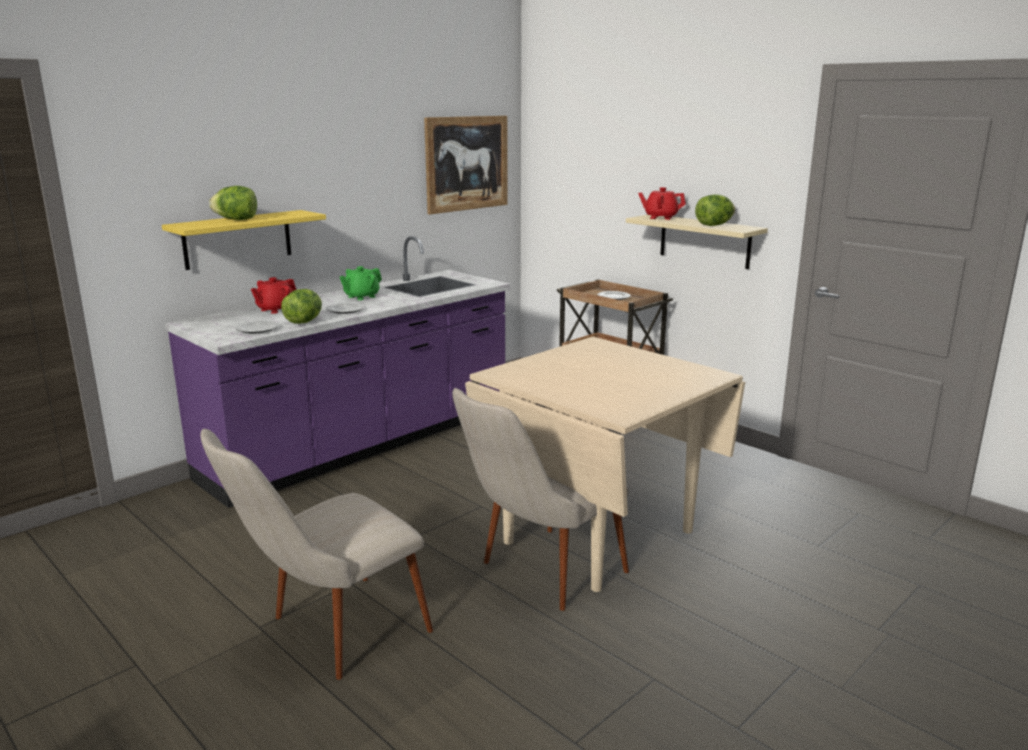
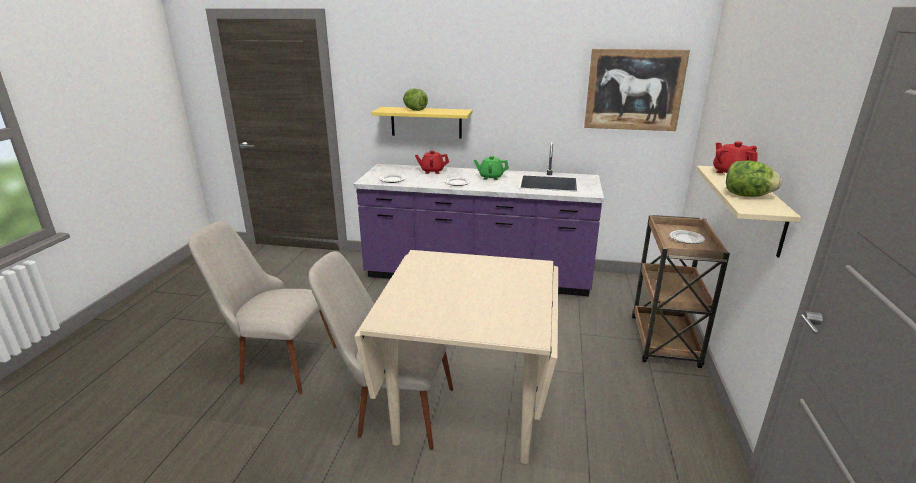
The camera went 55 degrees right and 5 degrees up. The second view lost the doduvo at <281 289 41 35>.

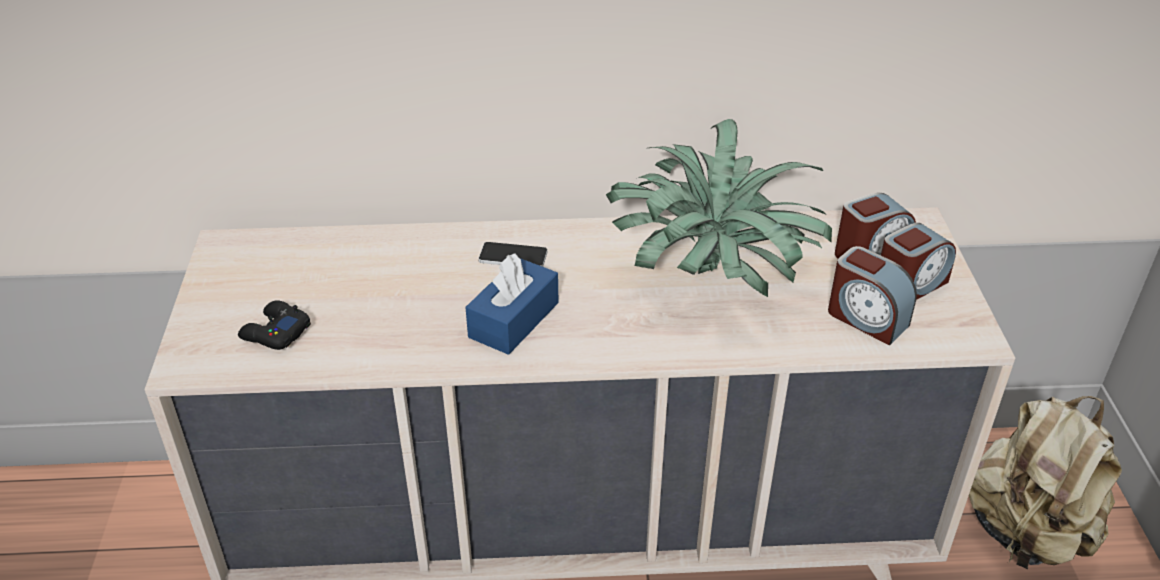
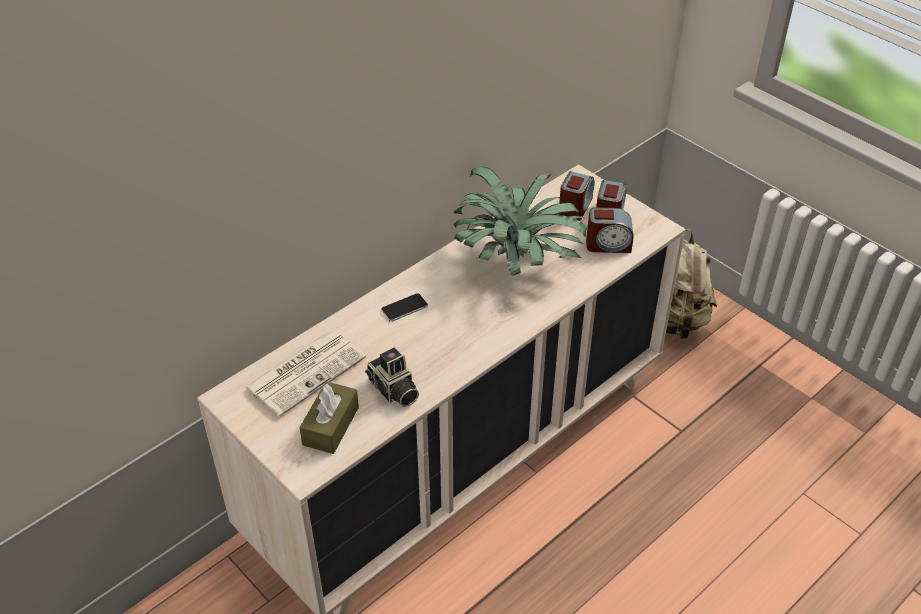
The camera went 40 degrees left and 5 degrees up. Where the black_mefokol stood at <238 300 73 50>, the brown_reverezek came to stand at <299 381 60 73>. The second view lost the blue_reverezek at <465 253 93 102>. The second view gained the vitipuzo at <244 330 122 87>. The second view gained the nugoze at <365 348 54 59>.

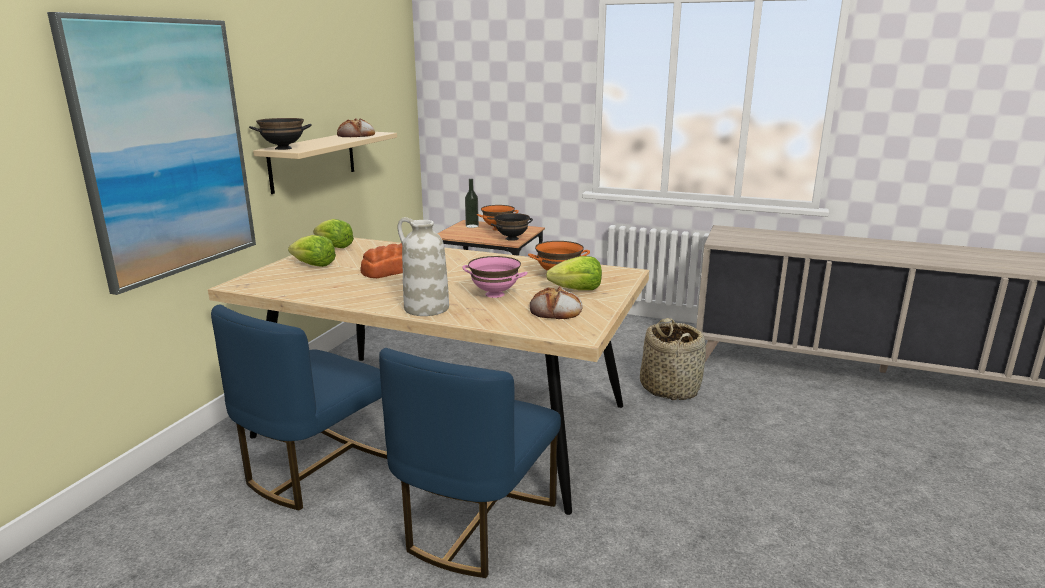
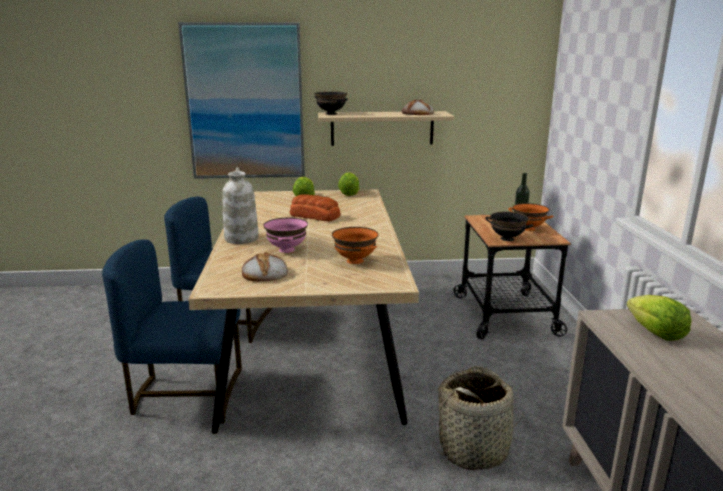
The camera went 65 degrees right and 0 degrees up. The doduvo ended up elsewhere, having gone from <546 256 56 34> to <627 295 65 46>.

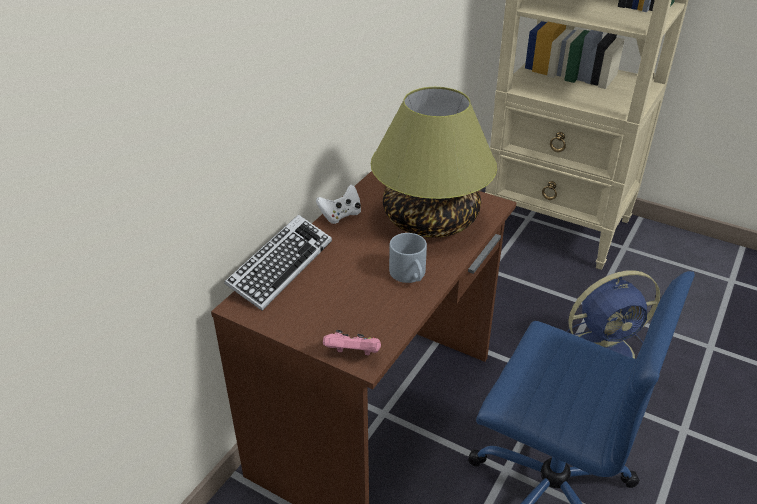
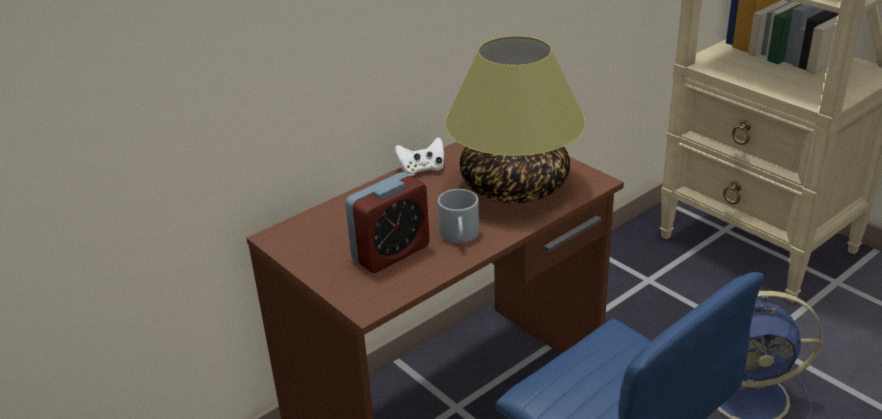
The camera went 20 degrees right and 5 degrees down. The second view lost the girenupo at <224 214 108 97>. The second view lost the pink_mefokol at <323 330 58 26>. The second view gained the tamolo at <345 172 85 101>.

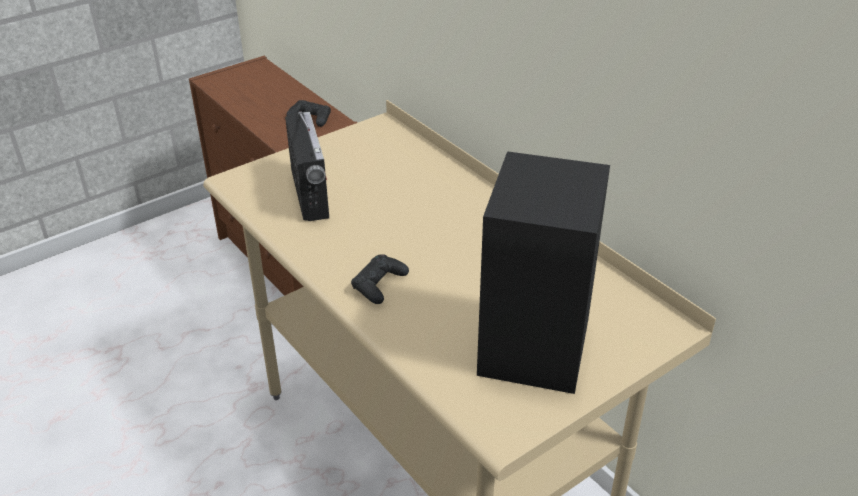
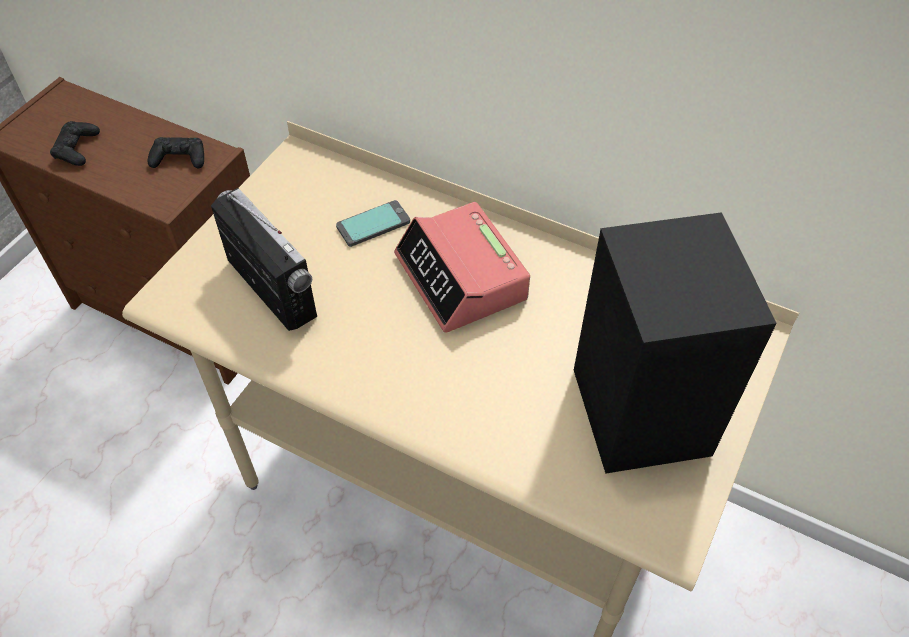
The camera went 25 degrees left and 15 degrees up. The black_mefokol ended up elsewhere, having gone from <351 254 58 50> to <50 121 50 45>. The second view gained the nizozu at <336 200 74 47>. The second view gained the tamolo at <394 202 136 131>.

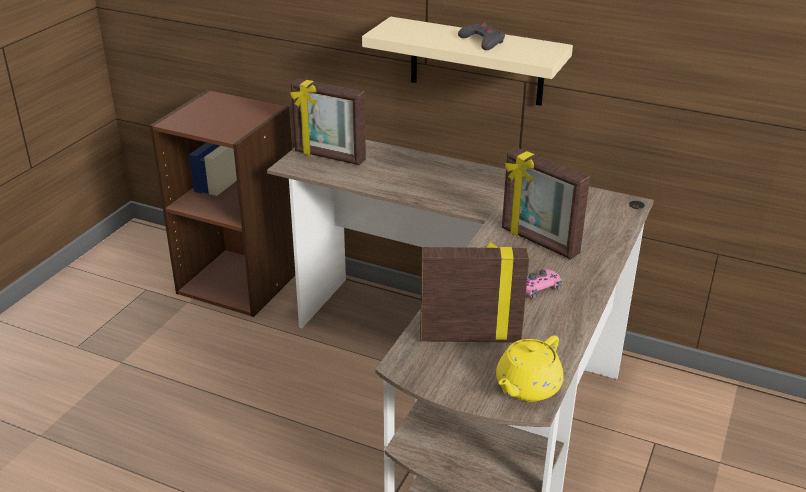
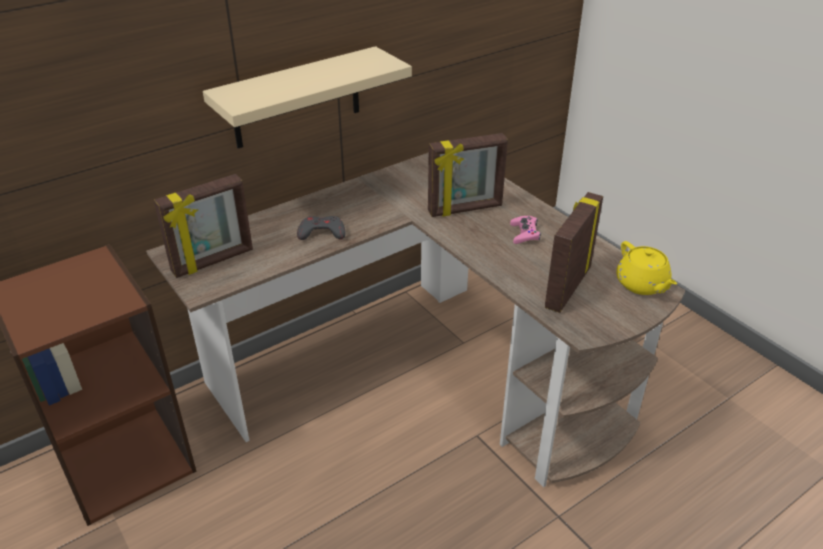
The camera went 60 degrees left and 5 degrees up. The grey_mefokol ended up elsewhere, having gone from <458 22 47 28> to <297 216 49 24>.

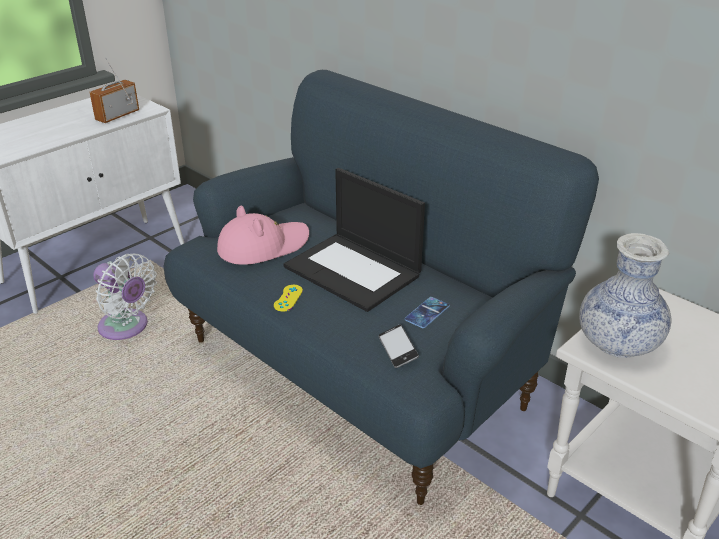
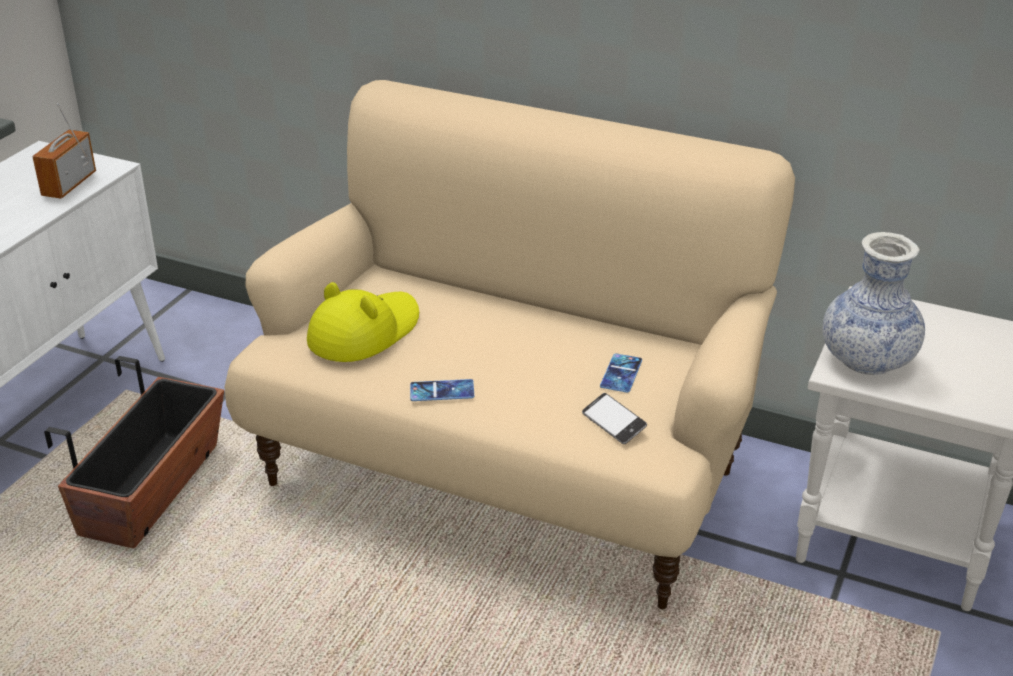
The camera went 20 degrees left and 0 degrees up. Where the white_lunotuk stood at <93 254 64 86>, the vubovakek came to stand at <44 356 180 193>. What was the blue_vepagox at <163 70 436 435> turned into the beige_vepagox at <225 80 570 529>. What was the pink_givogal at <217 206 92 59> turned into the yellow_givogal at <307 282 112 80>. Where the yellow_mefokol stood at <274 285 29 27>, the nizozu came to stand at <410 379 64 22>. The second view lost the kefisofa at <283 168 142 144>.

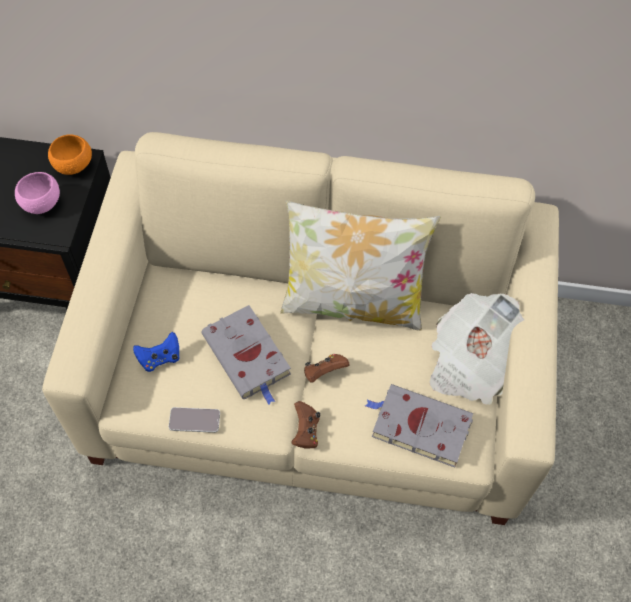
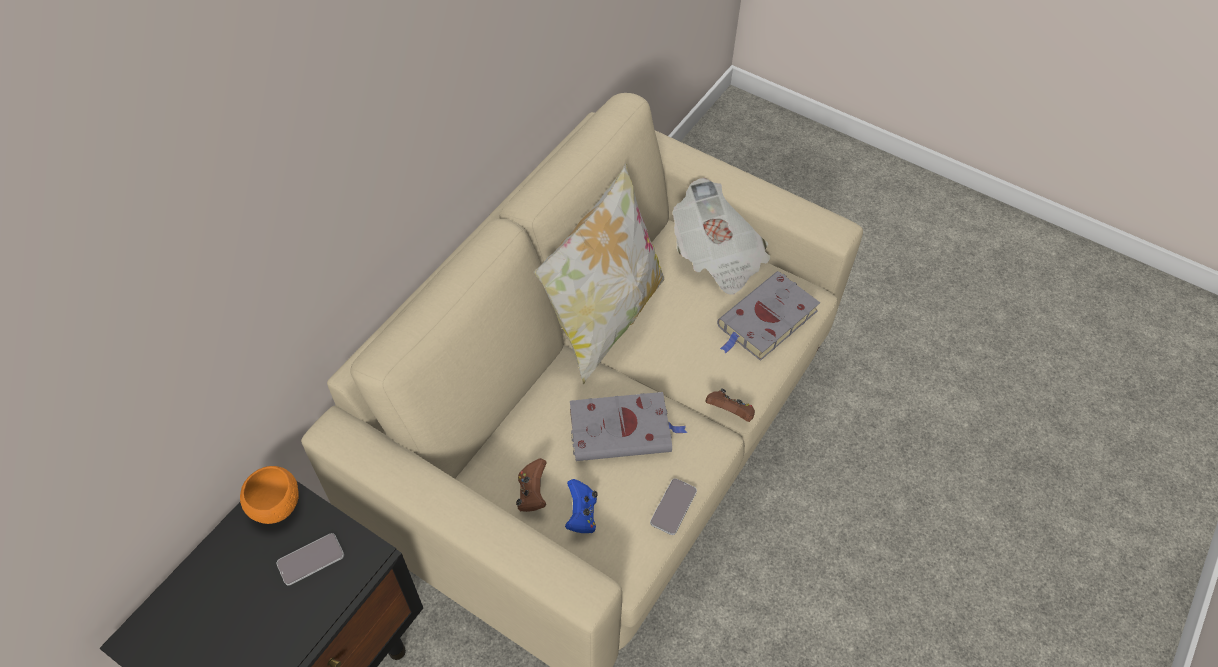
The camera went 65 degrees left and 5 degrees down. Where the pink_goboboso stood at <15 172 45 42>, the nizozu came to stand at <277 533 67 53>. The brown_mefokol ended up elsewhere, having gone from <304 354 45 28> to <516 458 31 54>.

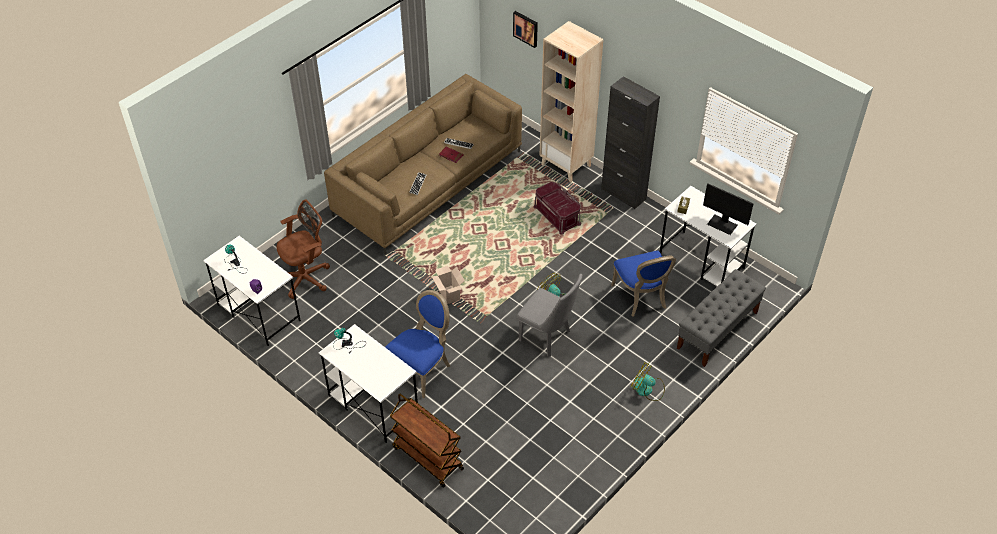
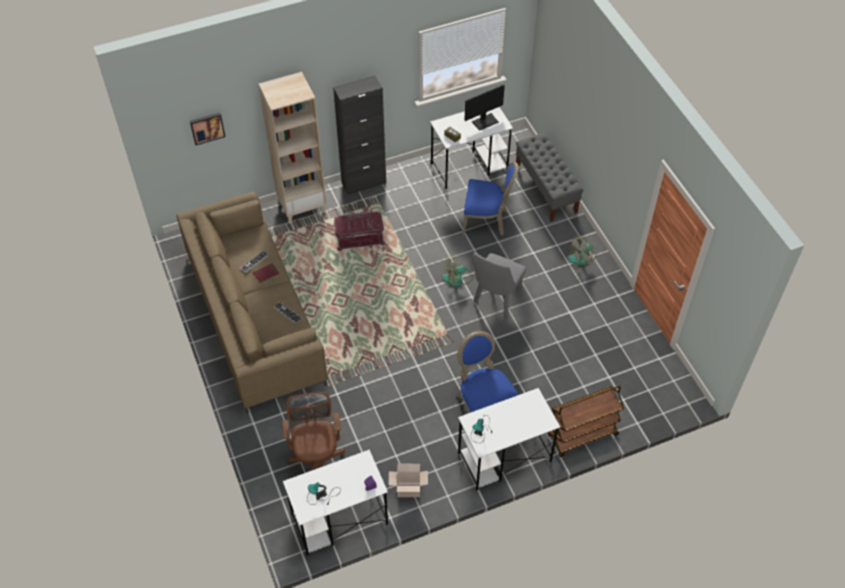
The camera went 65 degrees left and 5 degrees up. The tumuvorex ended up elsewhere, having gone from <431 266 34 38> to <389 464 39 33>. The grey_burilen at <517 274 66 83> ended up facing another way, 150 degrees clockwise from before.

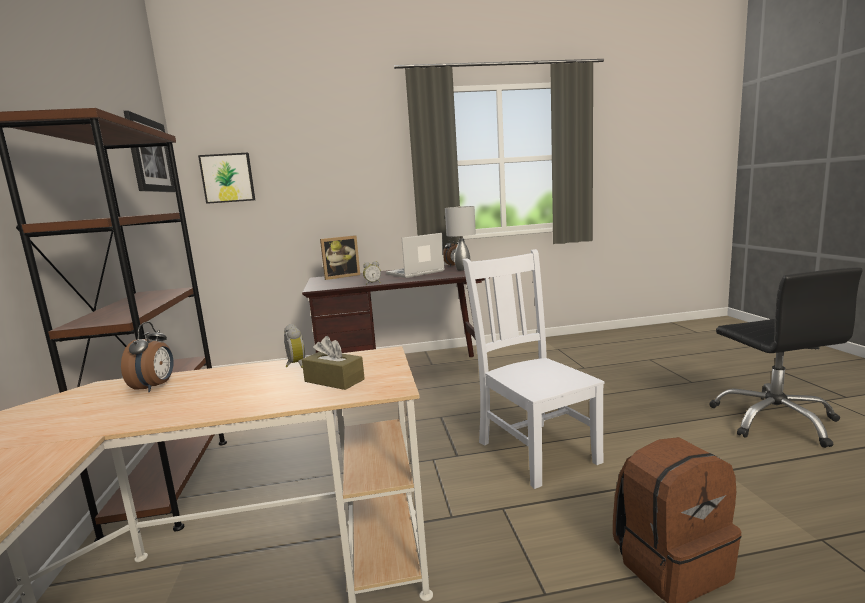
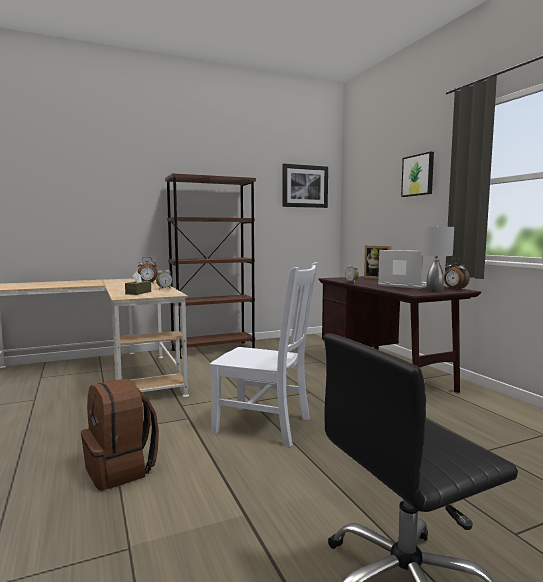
The camera went 75 degrees right and 5 degrees down. The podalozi ended up elsewhere, having gone from <198 153 57 51> to <401 152 33 45>. The white_burilen at <463 249 141 240> ended up facing another way, 60 degrees clockwise from before.

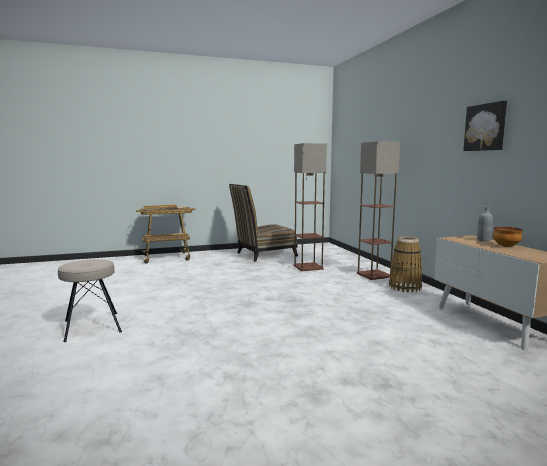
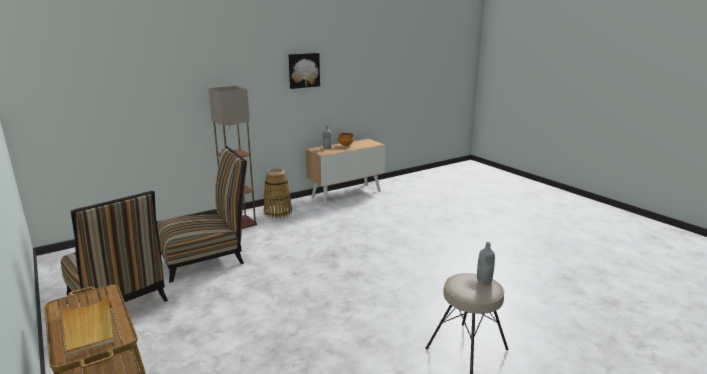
The camera went 105 degrees left and 10 degrees up. Where the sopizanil stood at <294 143 33 128>, the burilen came to stand at <157 146 90 137>. The second view gained the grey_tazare at <477 242 18 42>.

